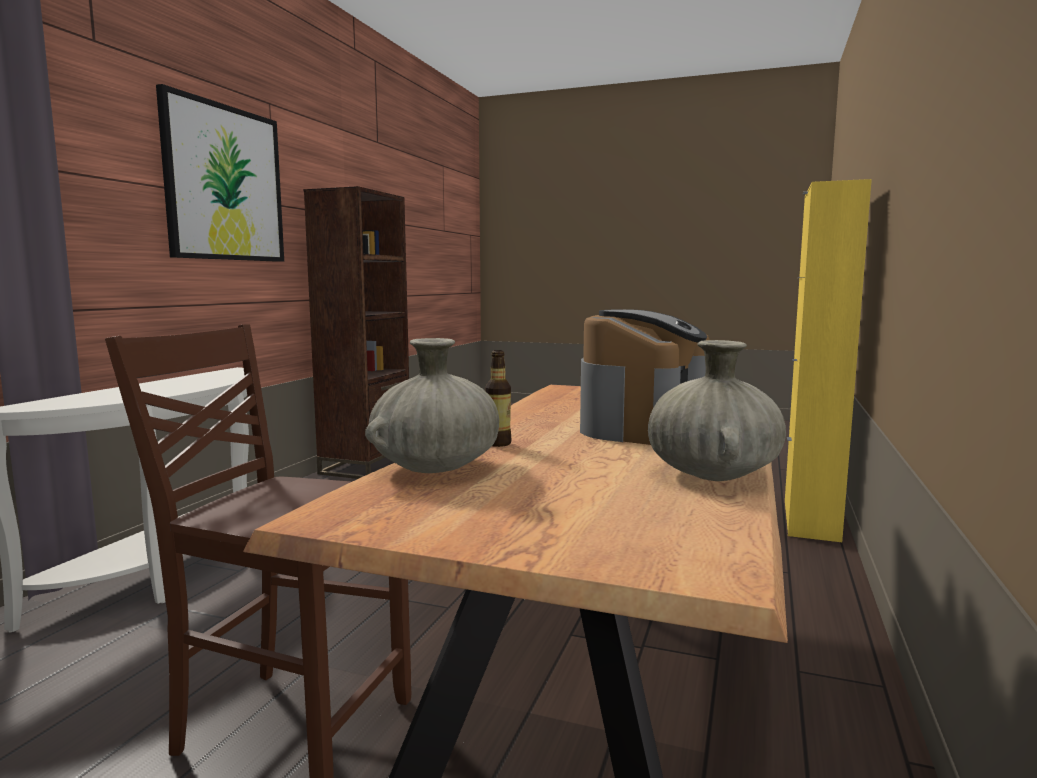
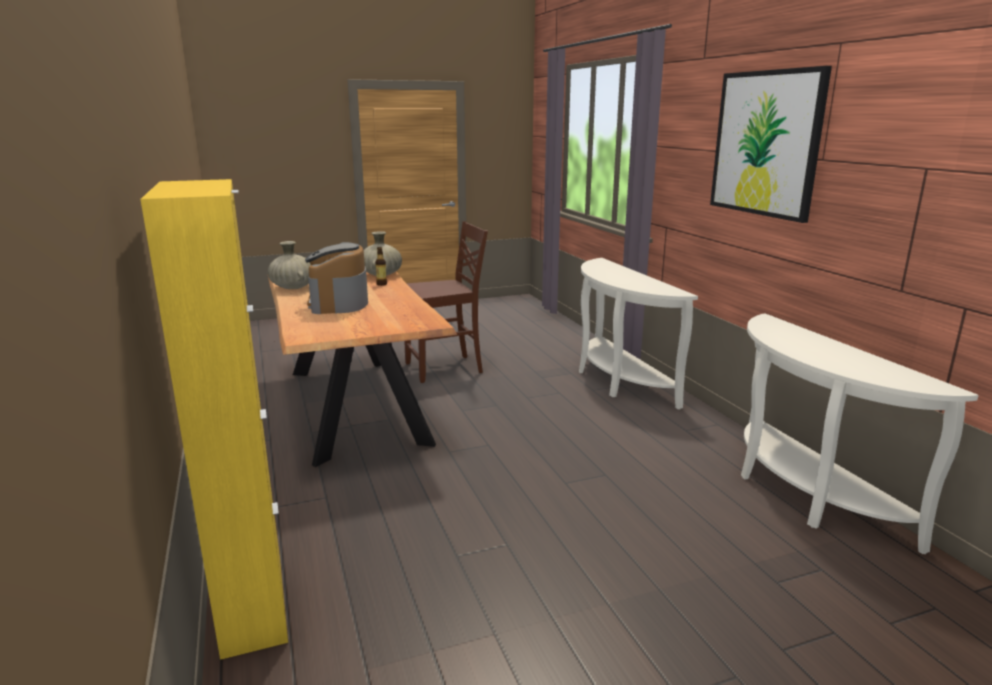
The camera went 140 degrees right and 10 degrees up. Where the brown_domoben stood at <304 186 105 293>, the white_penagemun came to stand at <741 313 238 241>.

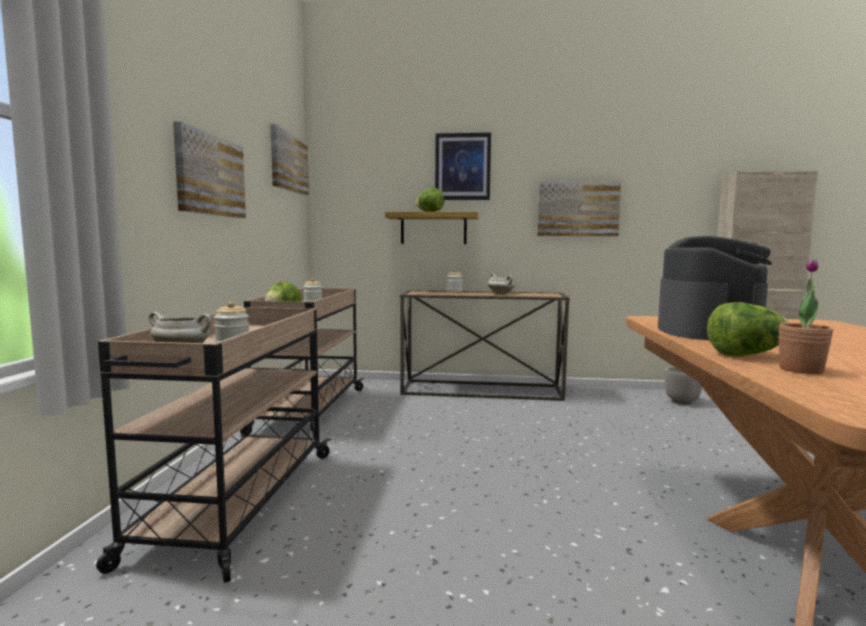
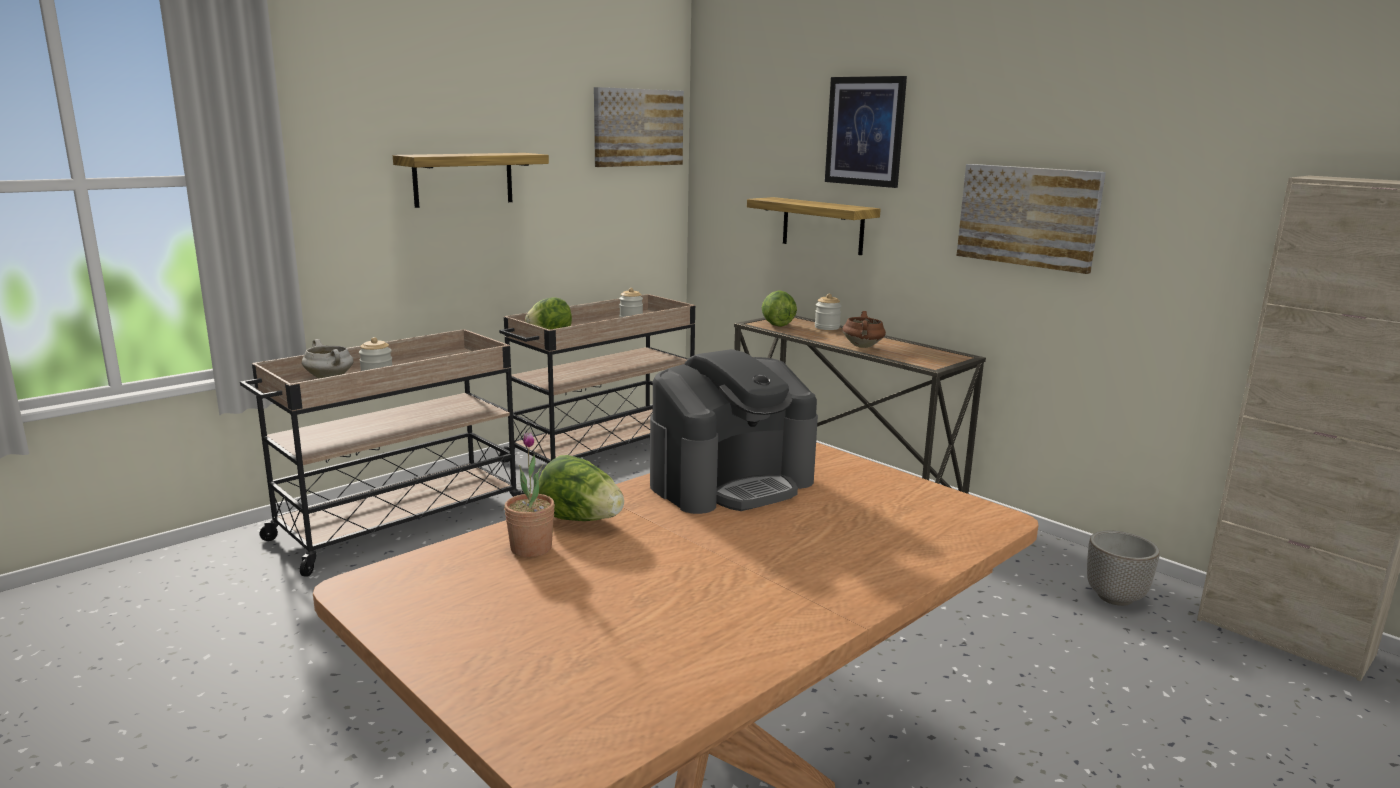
The camera went 40 degrees right and 10 degrees up. Where the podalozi hung at <173 121 73 97>, the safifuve came to hang at <393 153 156 55>. The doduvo ended up elsewhere, having gone from <416 187 28 25> to <762 290 35 37>. What was the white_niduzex at <488 274 27 21> turned into the brown_niduzex at <842 311 44 37>.

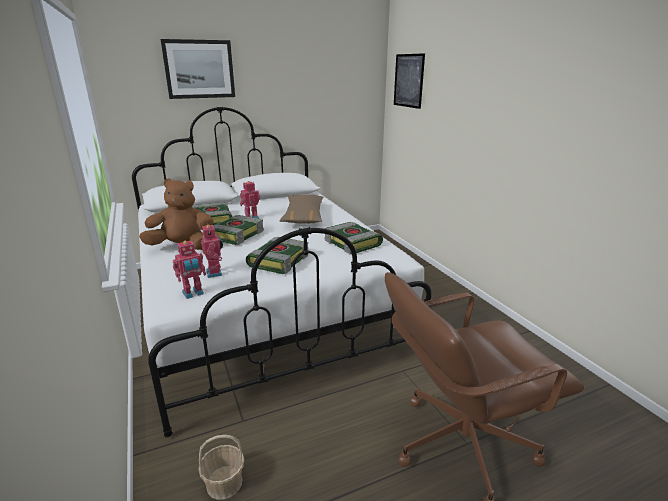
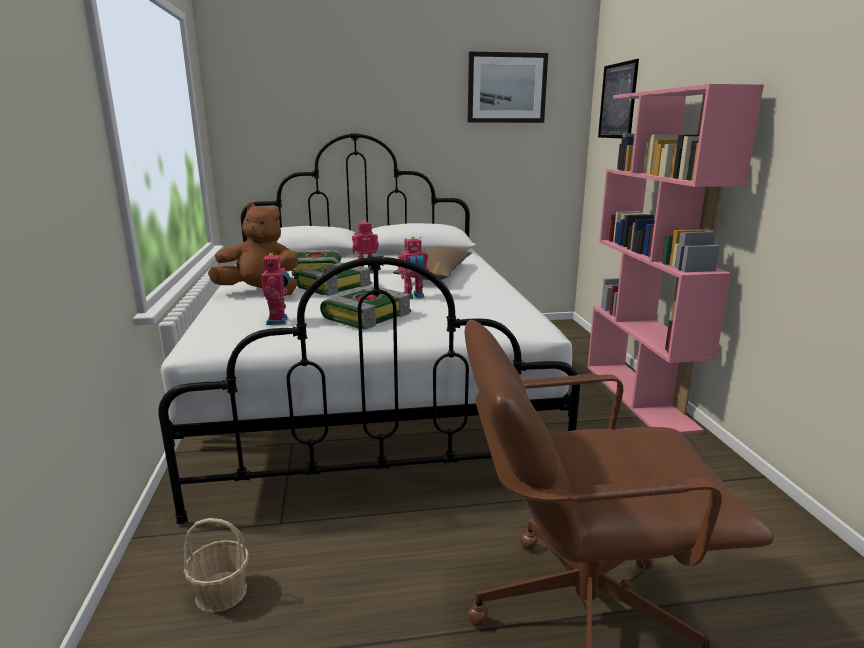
The camera went 15 degrees right and 5 degrees down. The podalozi ended up elsewhere, having gone from <161 39 74 60> to <468 52 80 71>. The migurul ended up elsewhere, having gone from <173 240 33 59> to <398 237 31 62>. The second view lost the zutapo at <324 222 59 32>. The second view gained the pink_domoben at <587 84 177 351>.

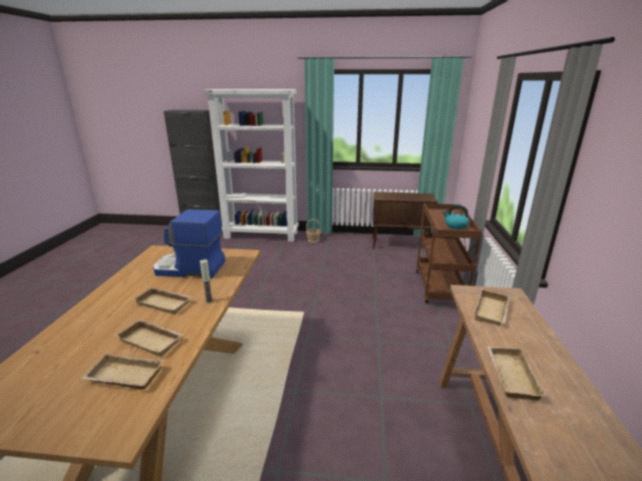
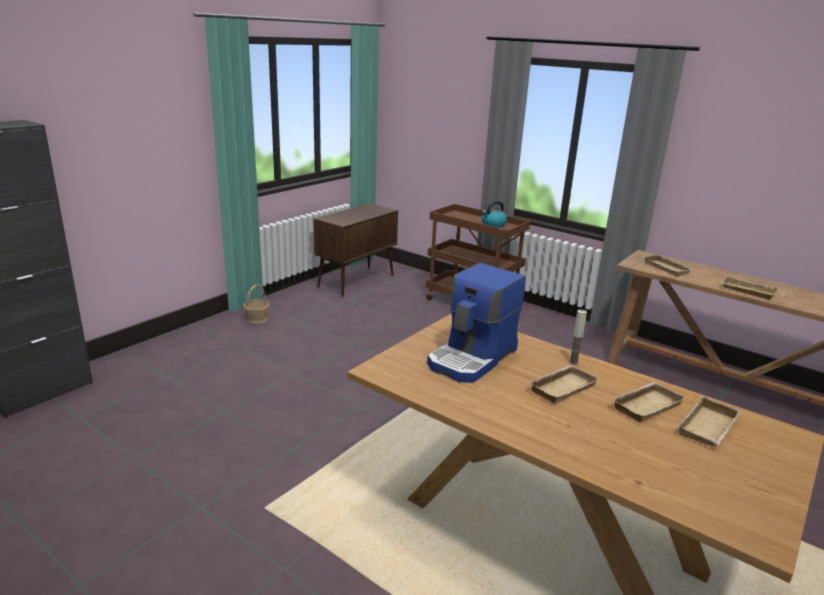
The camera went 60 degrees left and 0 degrees up. The second view lost the white_domoben at <204 89 95 153>.

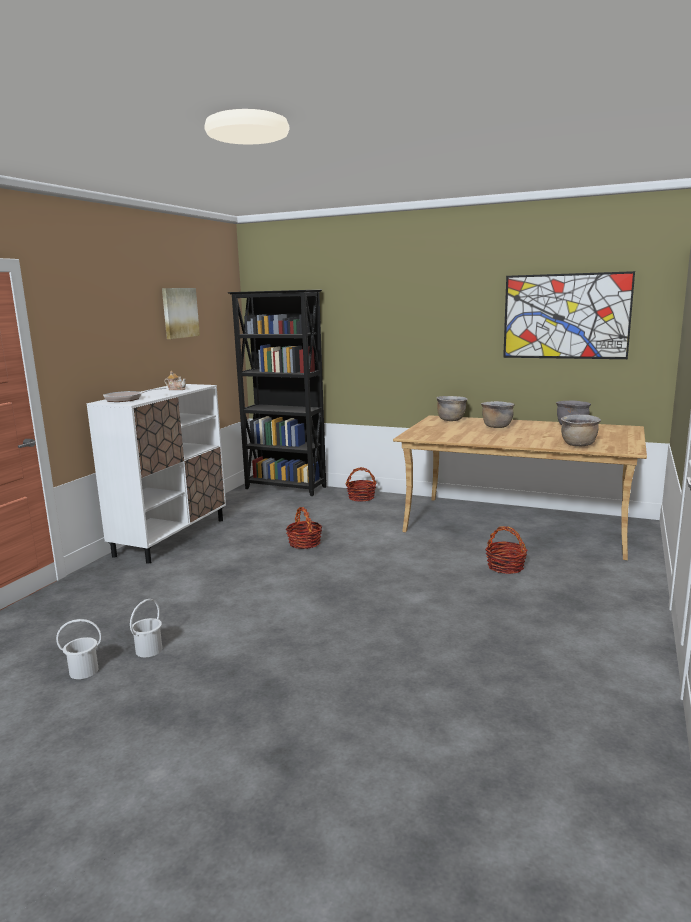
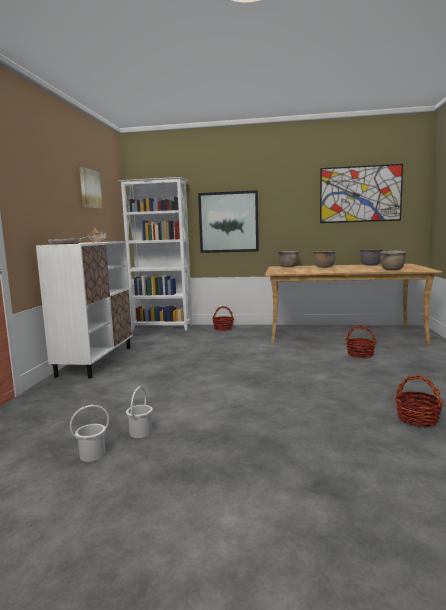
The camera went 15 degrees left and 5 degrees down. What was the black_domoben at <228 290 98 206> turned into the white_domoben at <118 177 74 153>. The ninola ended up elsewhere, having gone from <286 507 37 42> to <395 375 48 52>. The second view gained the podalozi at <198 190 61 63>.

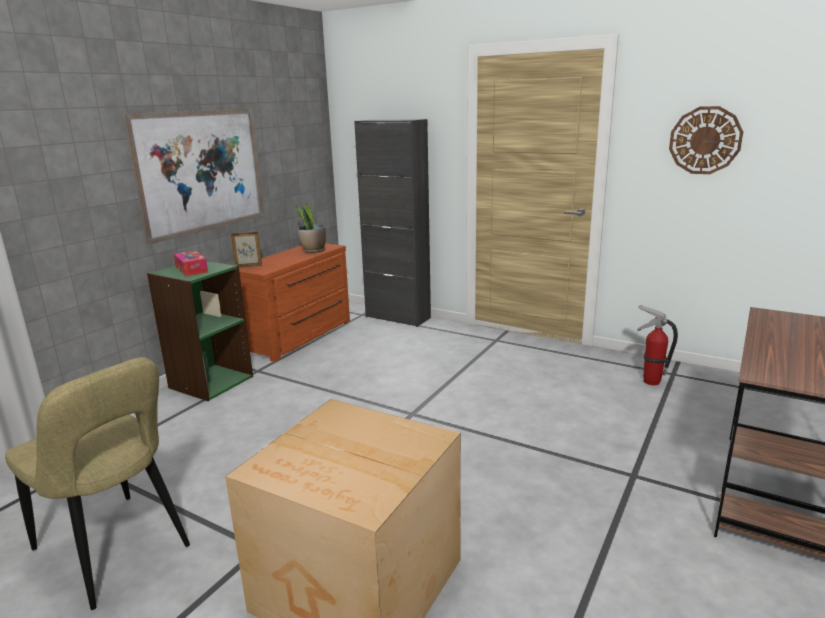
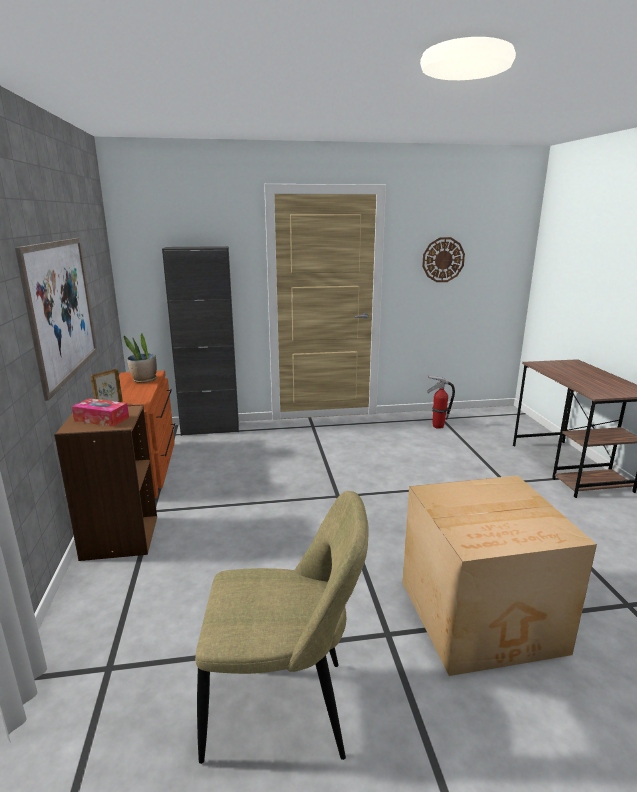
The camera went 40 degrees left and 0 degrees up. What was the green_domoben at <147 260 106 141> turned into the brown_domoben at <54 405 103 156>.

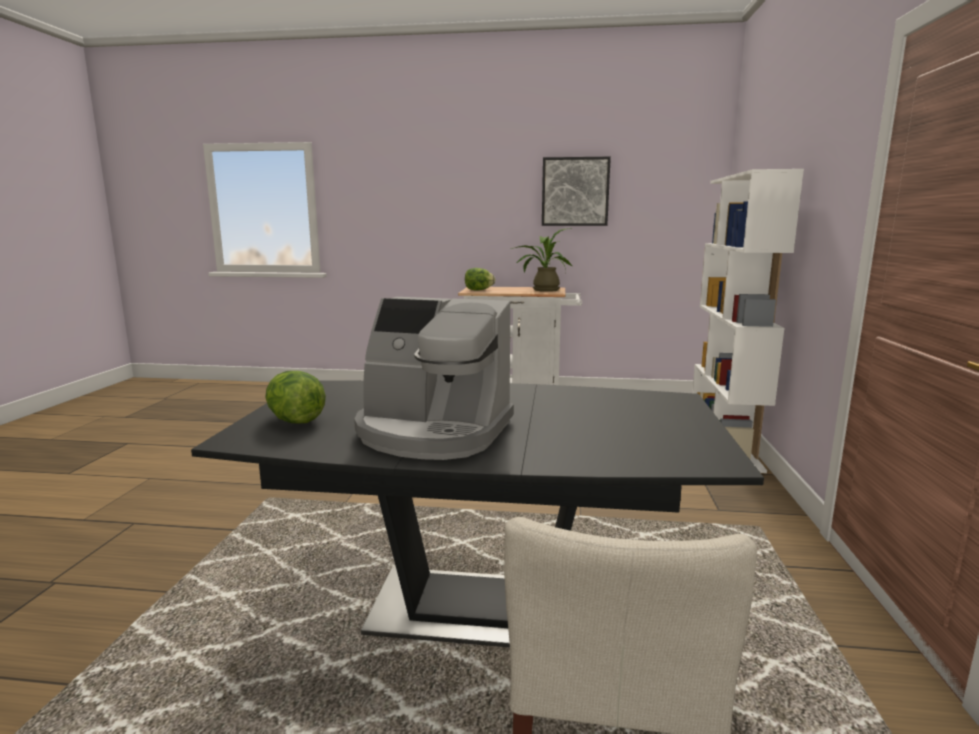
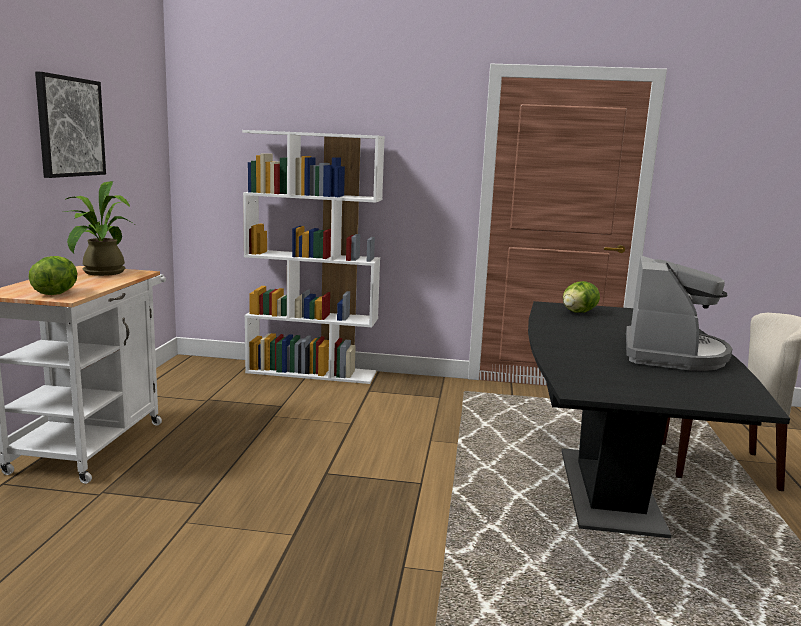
The camera went 90 degrees left and 0 degrees up. The doduvo ended up elsewhere, having gone from <265 371 61 53> to <563 281 37 32>.

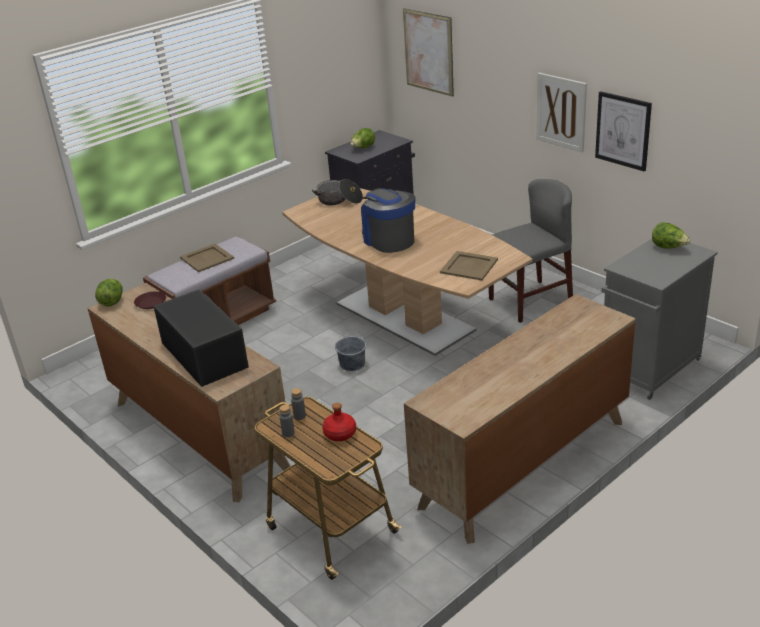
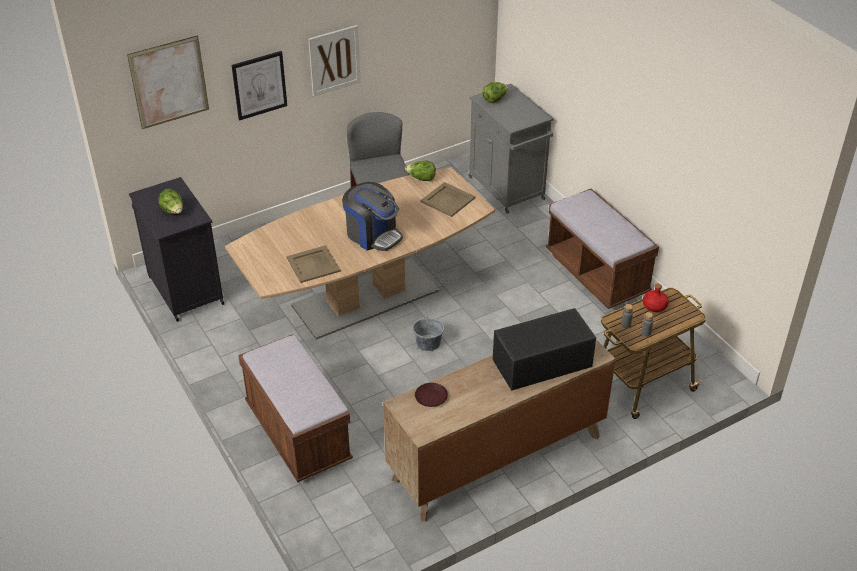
The camera went 80 degrees left and 10 degrees up. The doduvo ended up elsewhere, having gone from <95 279 28 28> to <405 161 31 20>. The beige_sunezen ended up elsewhere, having gone from <180 244 54 28> to <286 245 54 38>. The second view lost the niduzex at <312 179 51 26>. The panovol at <361 188 54 65> ended up facing another way, 120 degrees counterclockwise from before. Where the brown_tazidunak stood at <404 294 232 250>, the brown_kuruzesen came to stand at <546 189 113 120>. The podalozi ended up elsewhere, having gone from <595 91 57 81> to <232 51 55 69>.

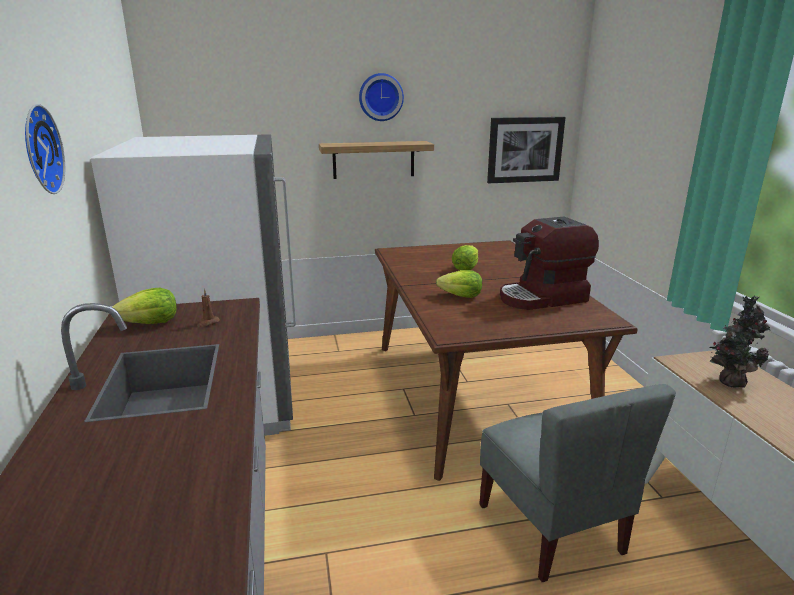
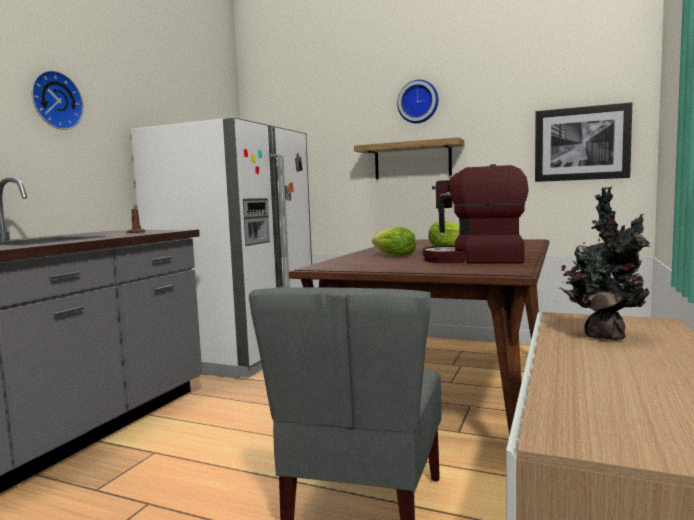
The camera went 35 degrees right and 15 degrees down. The second view lost the doduvo at <111 288 65 36>.

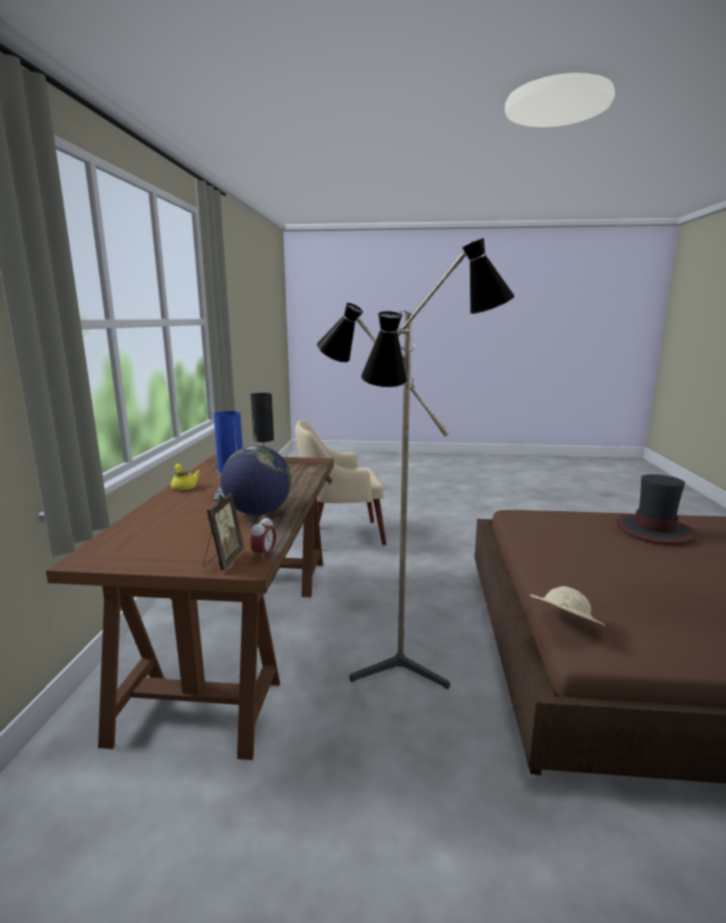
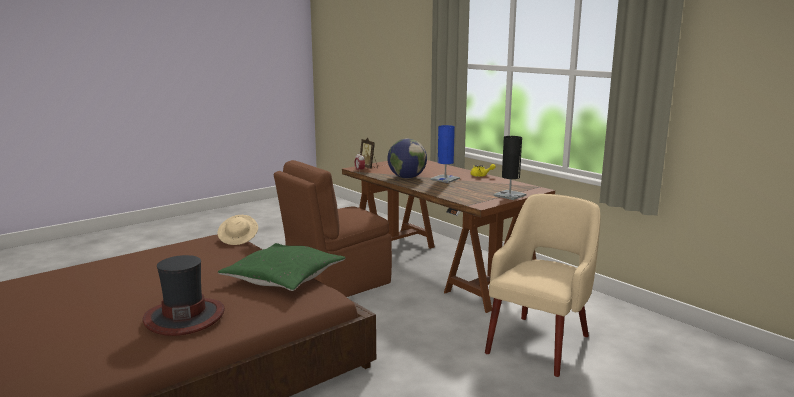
The camera went 135 degrees right and 0 degrees up. Where the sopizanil stood at <317 238 198 451>, the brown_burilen came to stand at <274 160 118 137>. The second view gained the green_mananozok at <218 243 127 48>.

